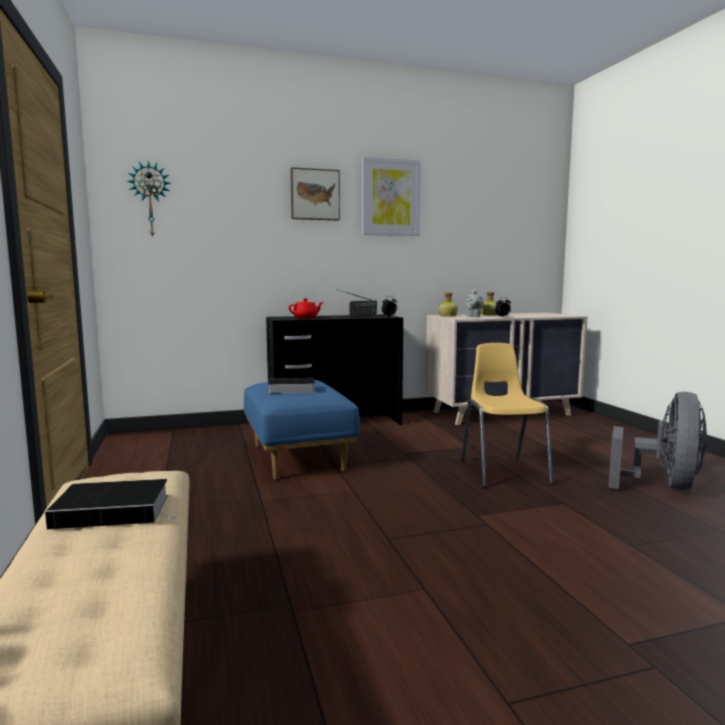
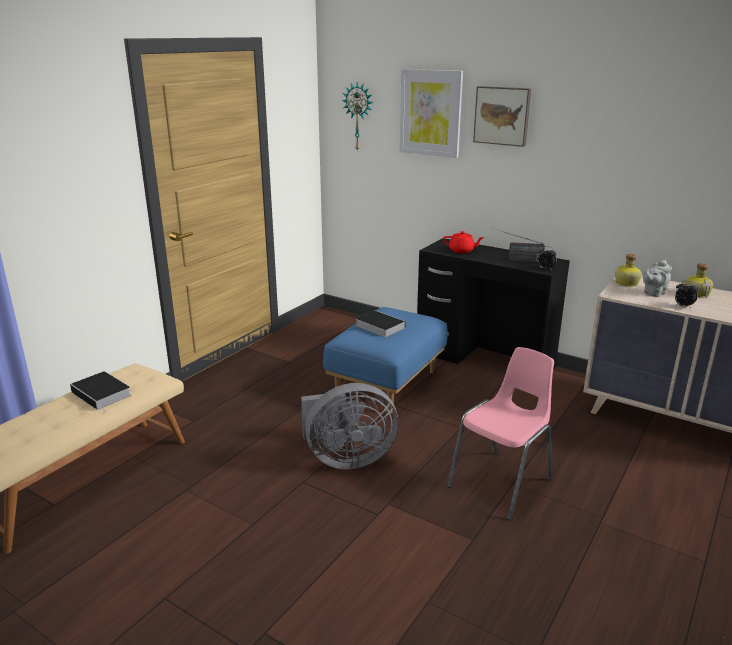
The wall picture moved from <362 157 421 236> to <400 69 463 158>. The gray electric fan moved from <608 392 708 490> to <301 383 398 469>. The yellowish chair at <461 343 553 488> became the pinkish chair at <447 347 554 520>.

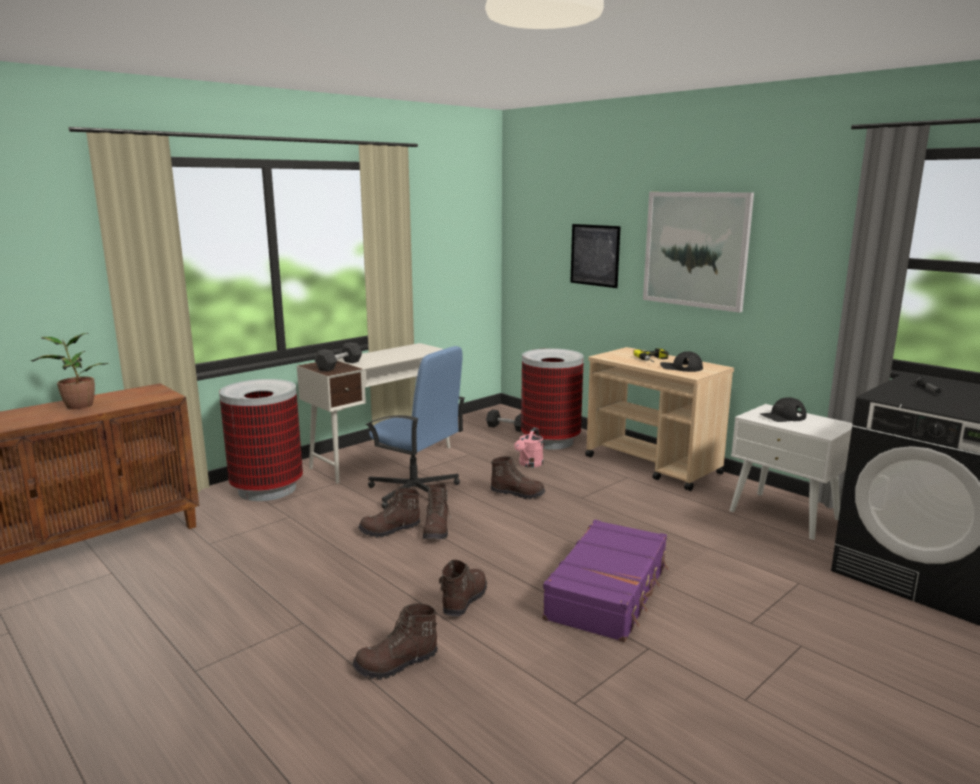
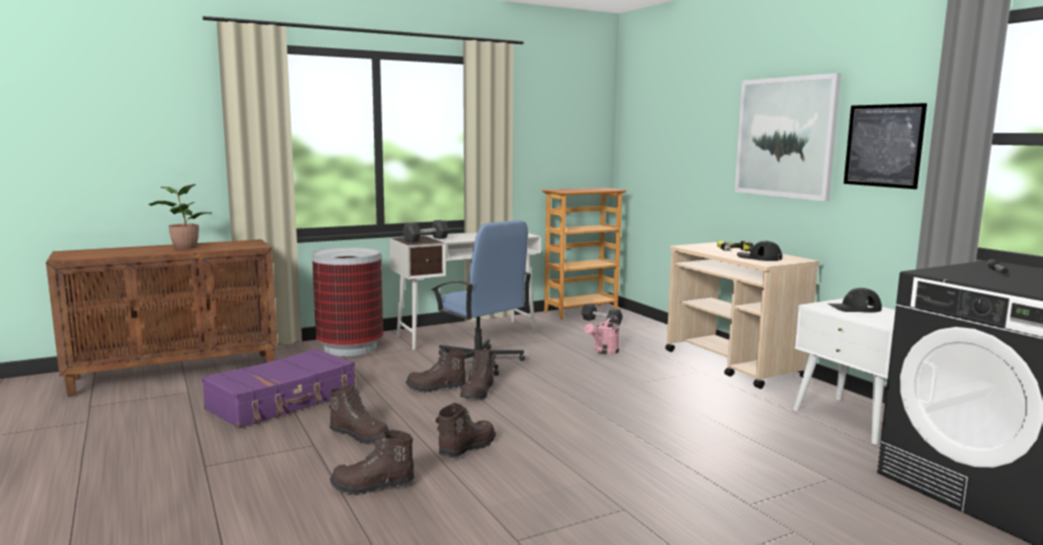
The trash can at <521 348 584 449> disappeared. The bookcase at <542 188 627 320> appeared. The brown-coloured high-top boot moved from <490 456 546 500> to <328 386 389 444>. The purple-coloured piece of luggage moved from <542 520 669 642> to <202 348 355 429>. The wall picture moved from <570 224 621 288> to <844 103 927 189>.

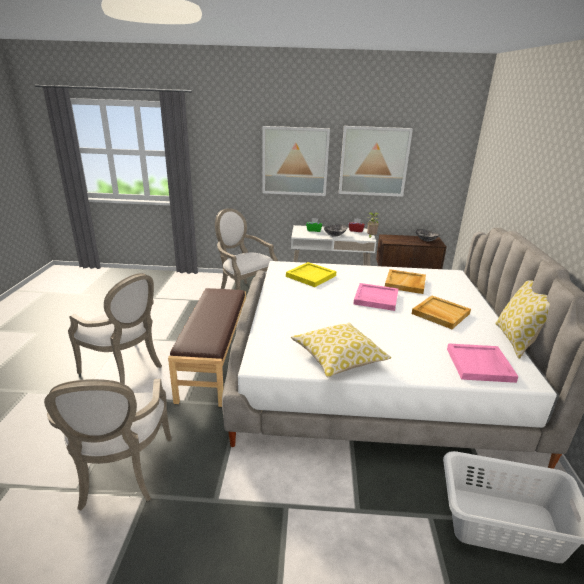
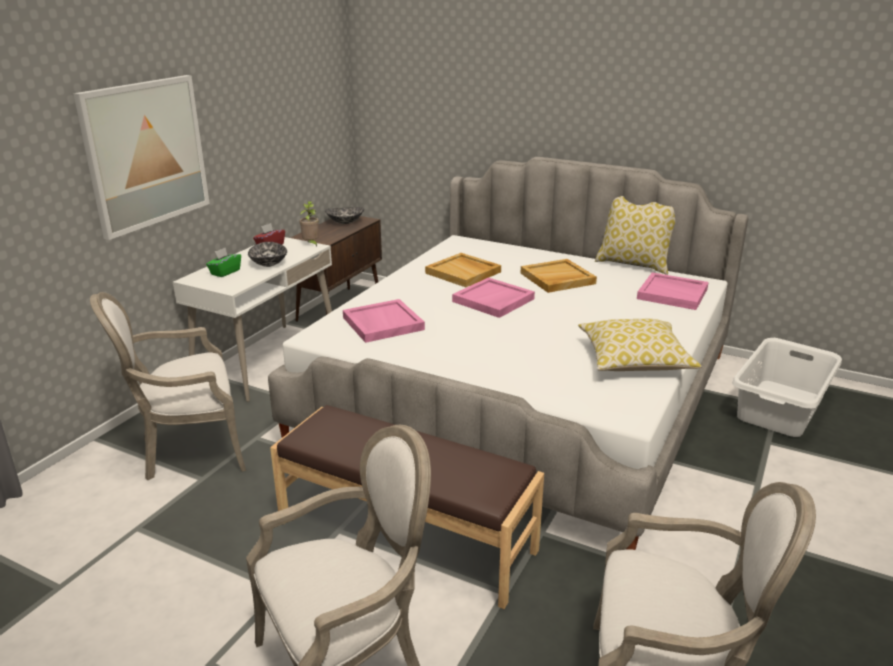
The wall picture at <339 126 413 197> disappeared. The yellowish carrying tray at <286 262 336 287> became the pinkish carrying tray at <343 299 425 343>.

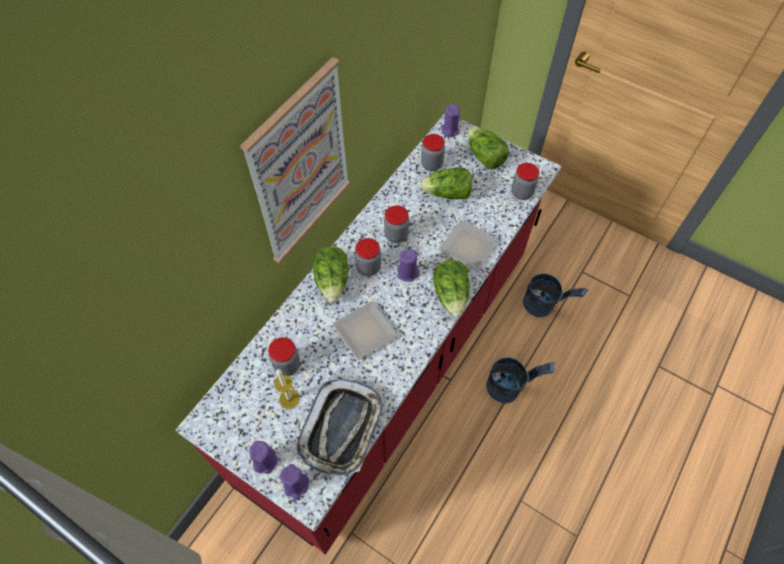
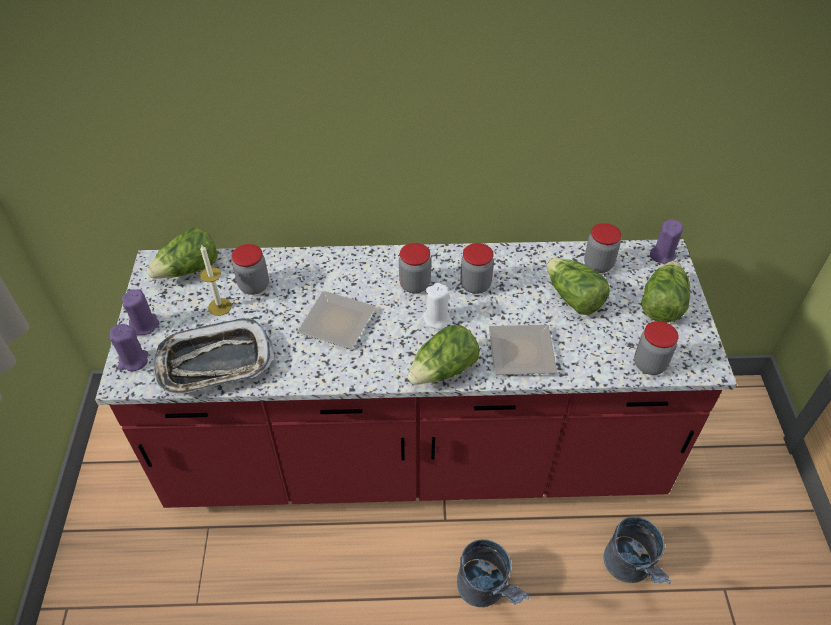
The wall picture at <240 57 350 264> disappeared. The head of lettuce moved from <313 246 349 303> to <147 228 218 279>. The purple-coloured wax light at <397 249 419 282> became the white wax light at <423 283 452 330>.

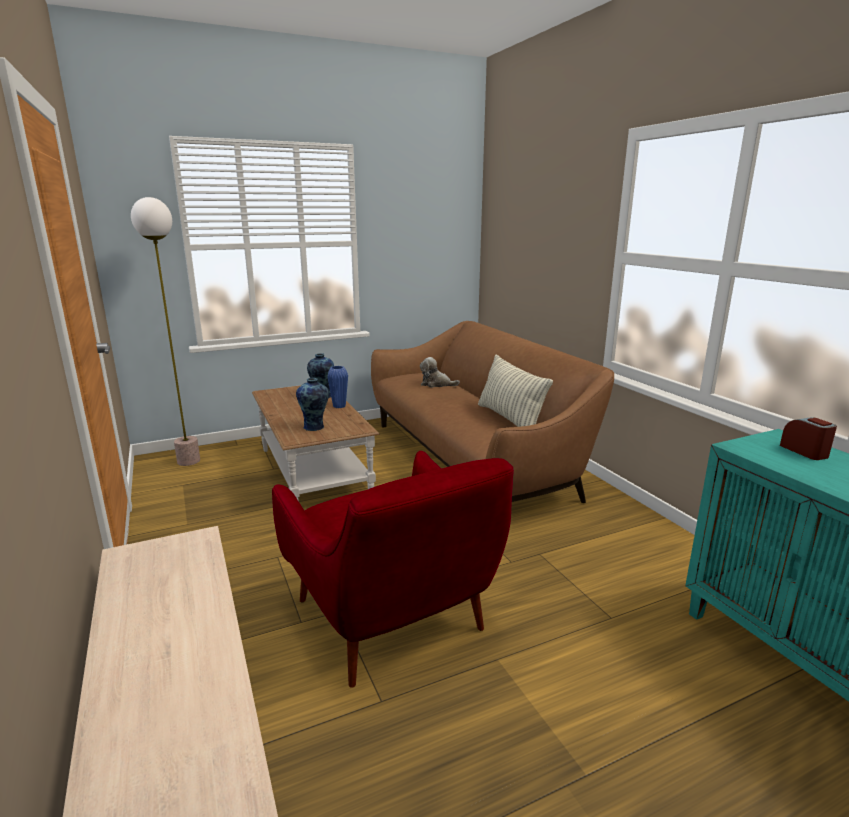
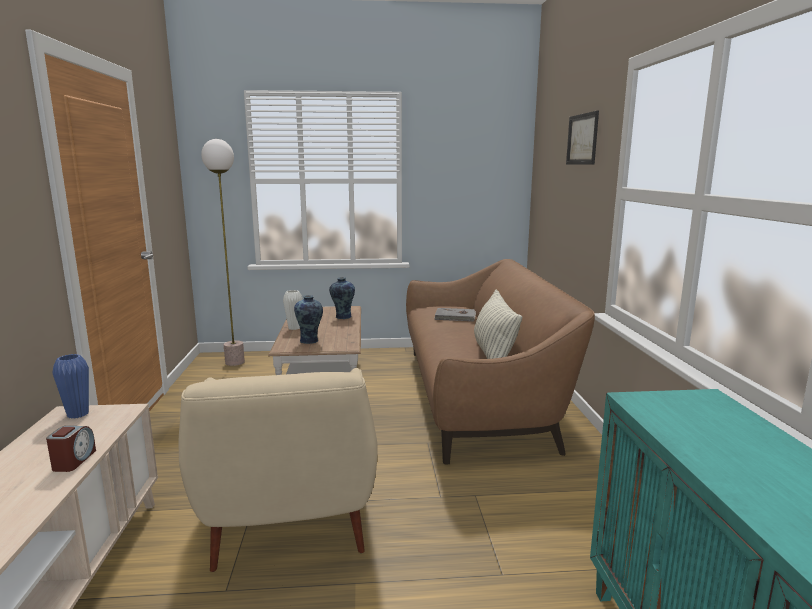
The white vase at <283 290 303 330> appeared. The wall picture at <566 110 599 164> appeared. The bluish vase moved from <327 366 348 408> to <52 354 89 419>. The alarm clock moved from <780 417 837 460> to <46 426 96 472>. The cuddly toy at <420 357 460 387> was replaced by the gray bound book at <434 308 476 321>. The reddish easy chair at <272 451 514 688> became the beige easy chair at <179 368 378 572>.

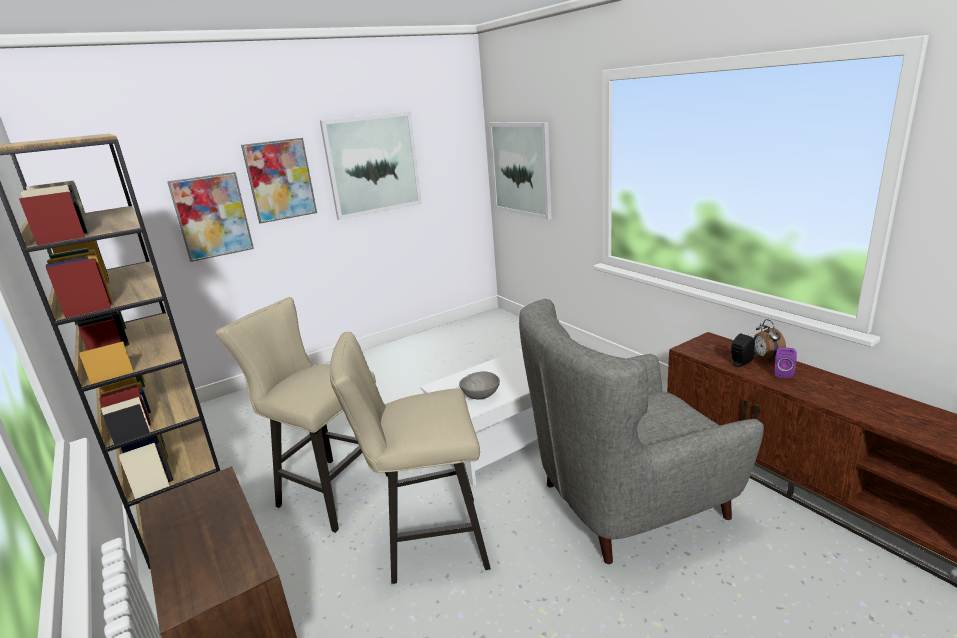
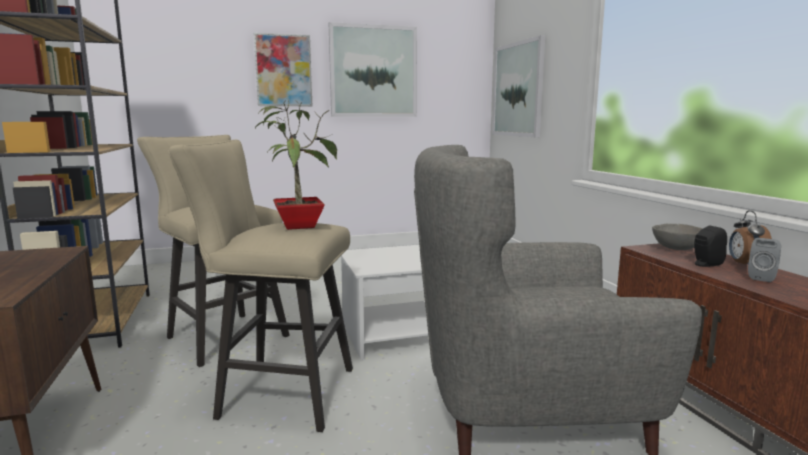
The wall picture at <167 172 254 262> disappeared. The houseplant at <255 100 337 230> appeared. The gray bowl moved from <459 371 500 400> to <652 224 703 250>. The purple-coloured audio speaker at <775 347 797 378> became the gray audio speaker at <748 238 781 282>.

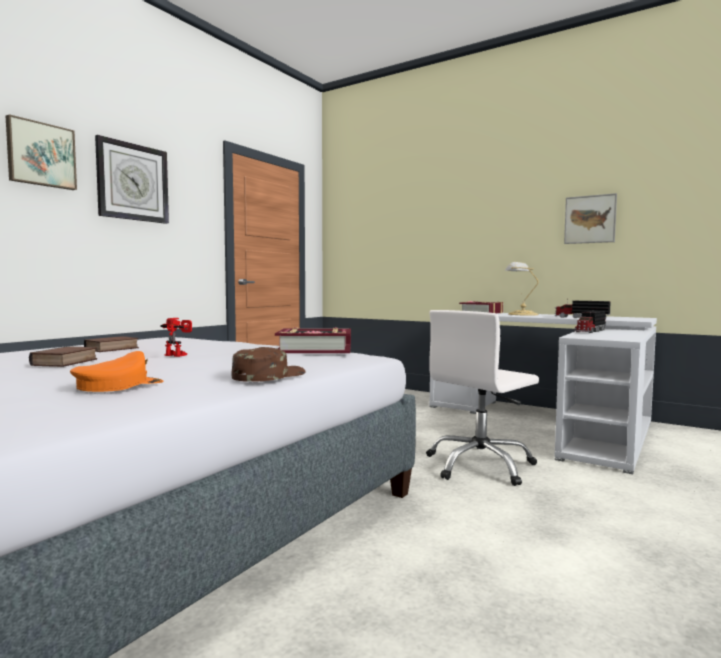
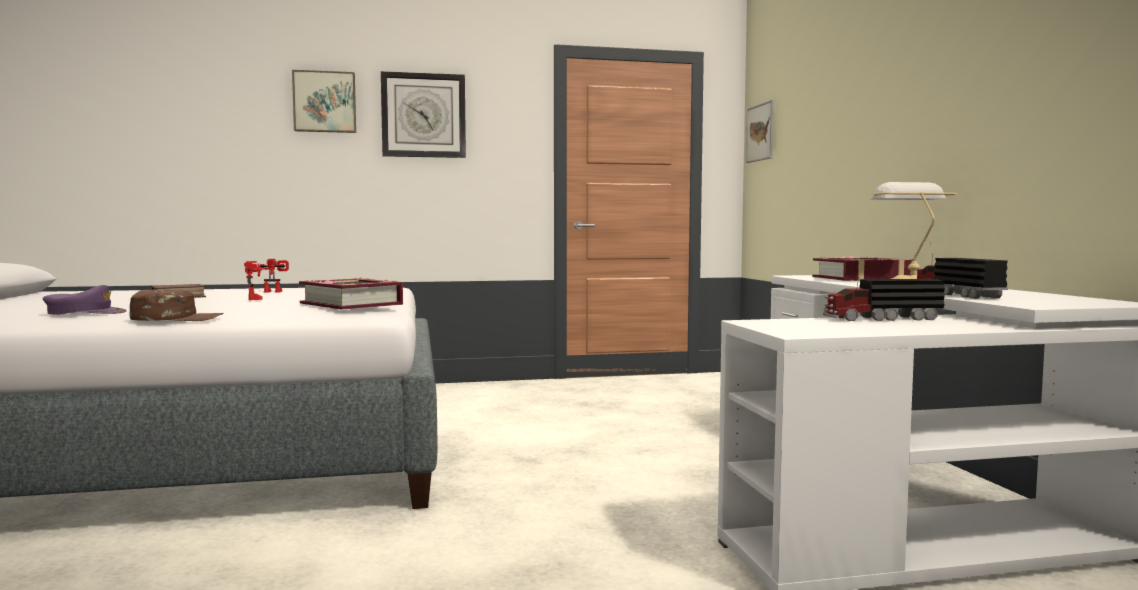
The white office chair at <426 310 539 486> disappeared. The wall picture moved from <564 193 617 244> to <746 100 774 163>. The bound book at <84 336 139 352> was replaced by the robot figure at <260 259 289 293>. The orange peaked cap at <70 351 164 392> became the purple-coloured peaked cap at <43 285 127 315>.

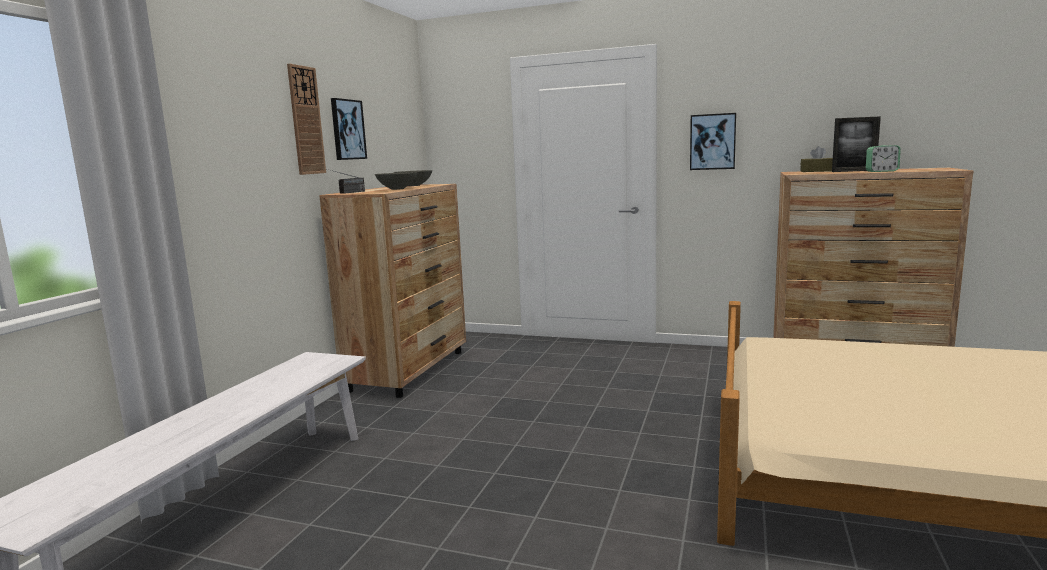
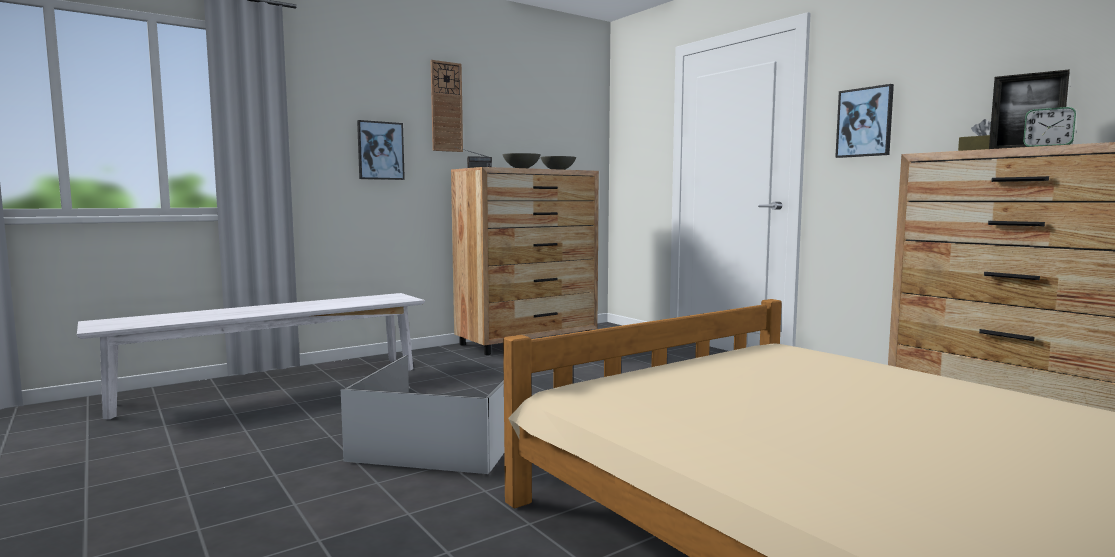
The white storage container at <341 355 504 474> appeared. The wall picture moved from <331 98 367 160> to <357 120 405 180>.

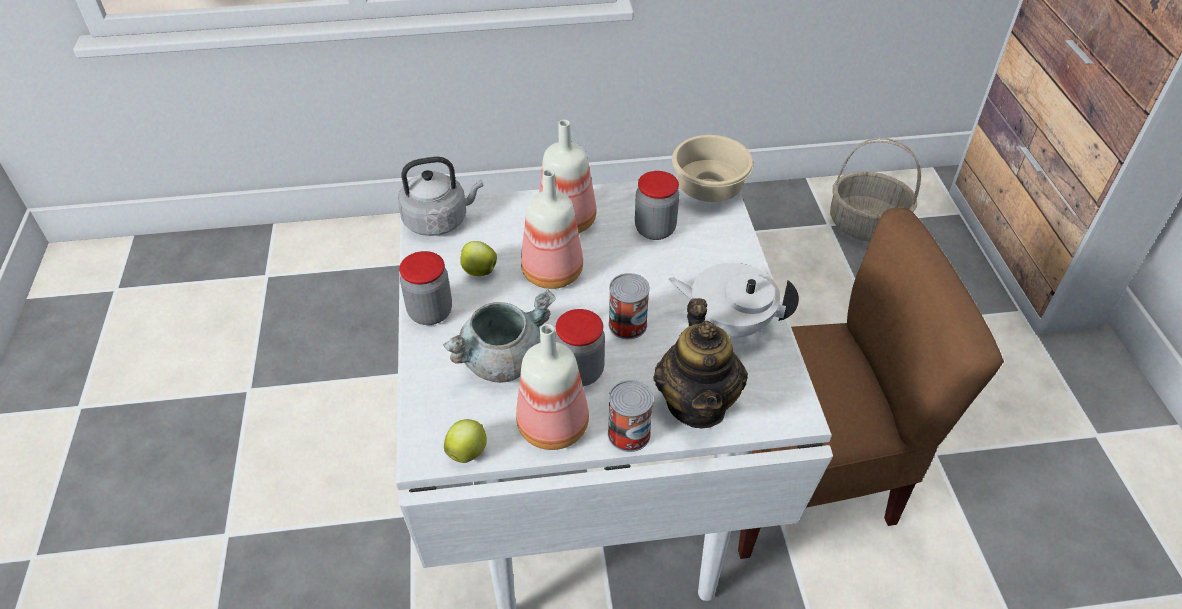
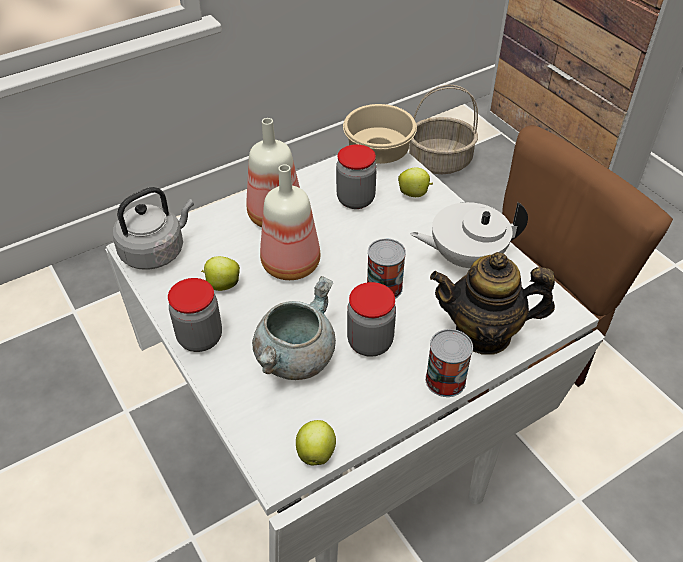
The beverage bottle at <516 324 589 450> disappeared. The apple at <398 167 433 197> appeared. The pot for tea at <653 298 748 429> turned 120 degrees clockwise.

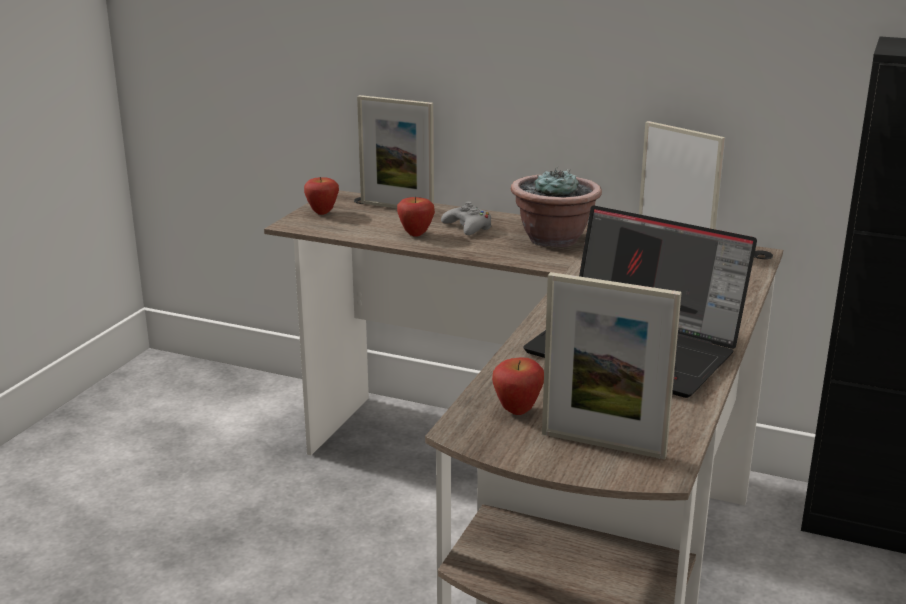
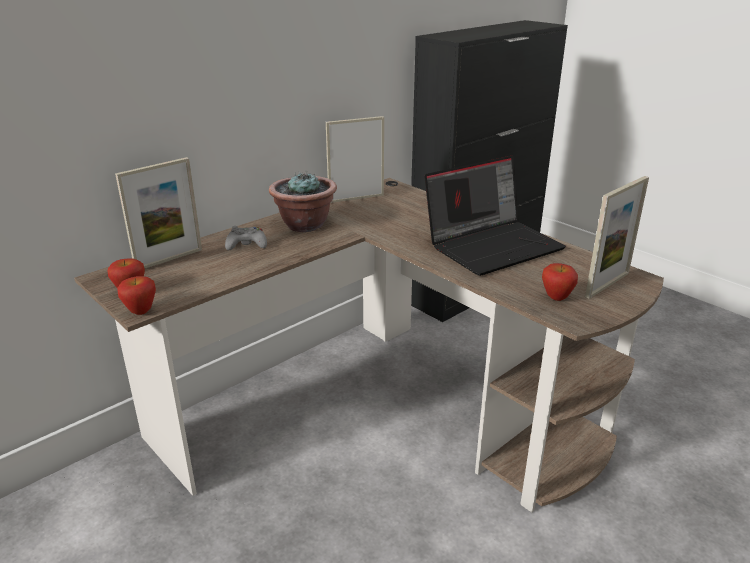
The apple moved from <397 197 435 237> to <117 276 156 315>.

